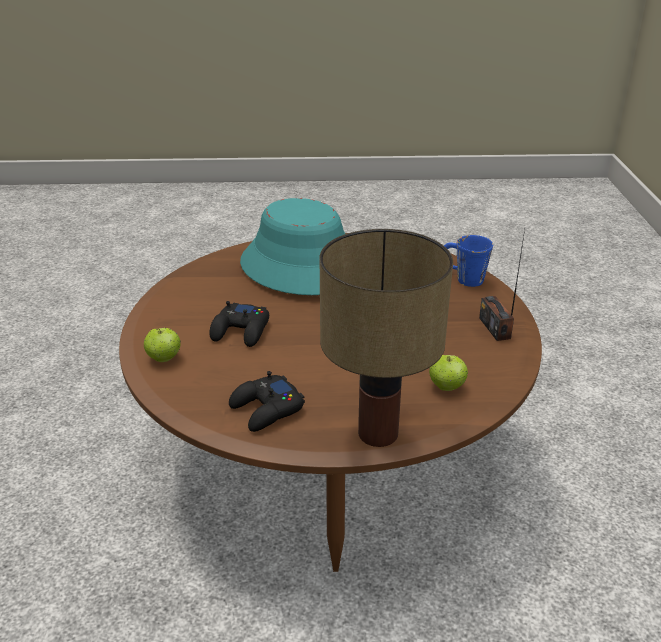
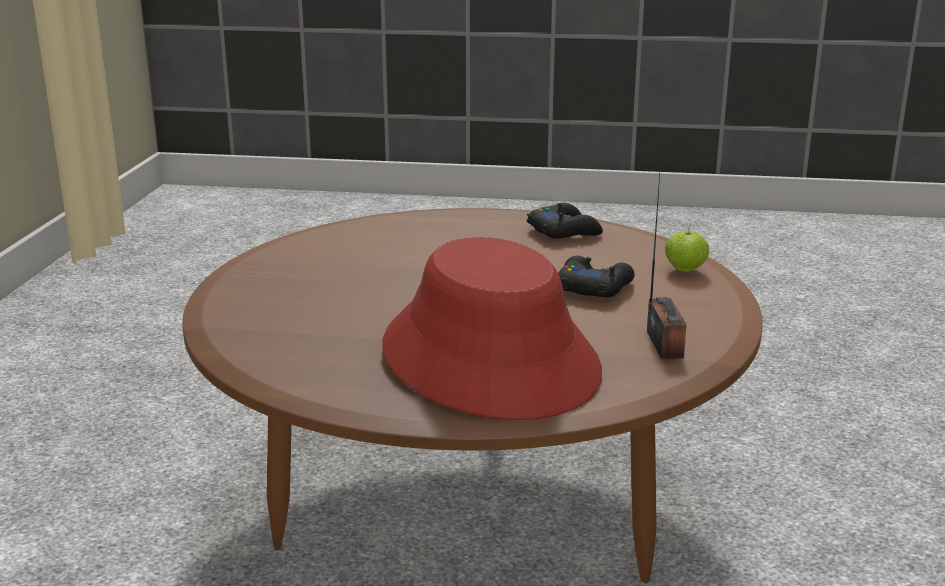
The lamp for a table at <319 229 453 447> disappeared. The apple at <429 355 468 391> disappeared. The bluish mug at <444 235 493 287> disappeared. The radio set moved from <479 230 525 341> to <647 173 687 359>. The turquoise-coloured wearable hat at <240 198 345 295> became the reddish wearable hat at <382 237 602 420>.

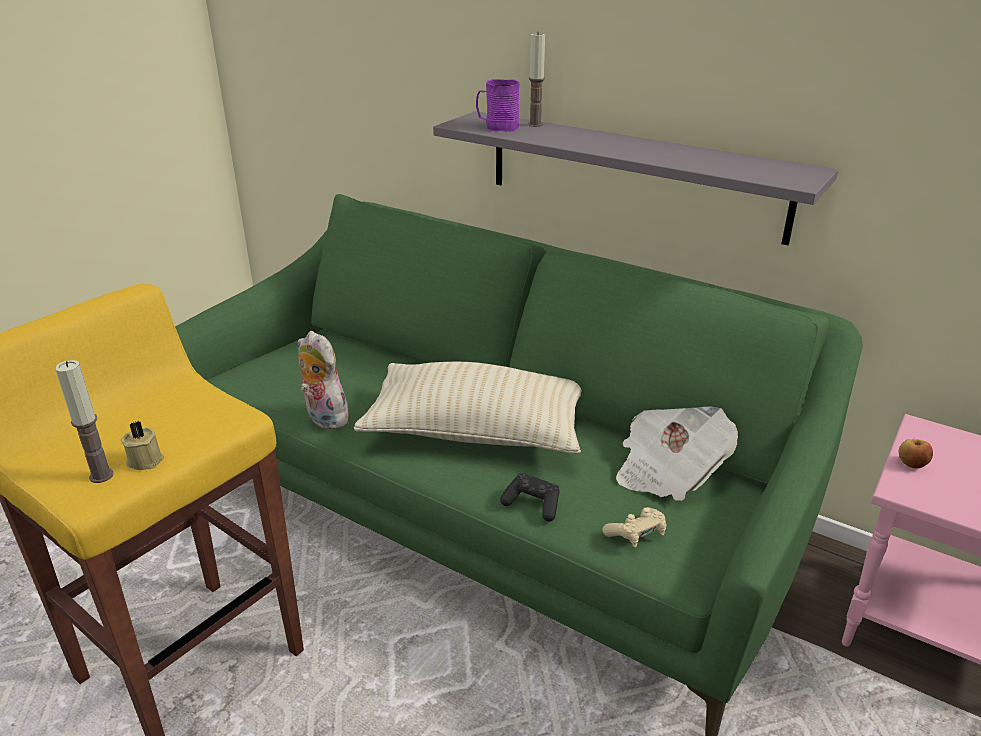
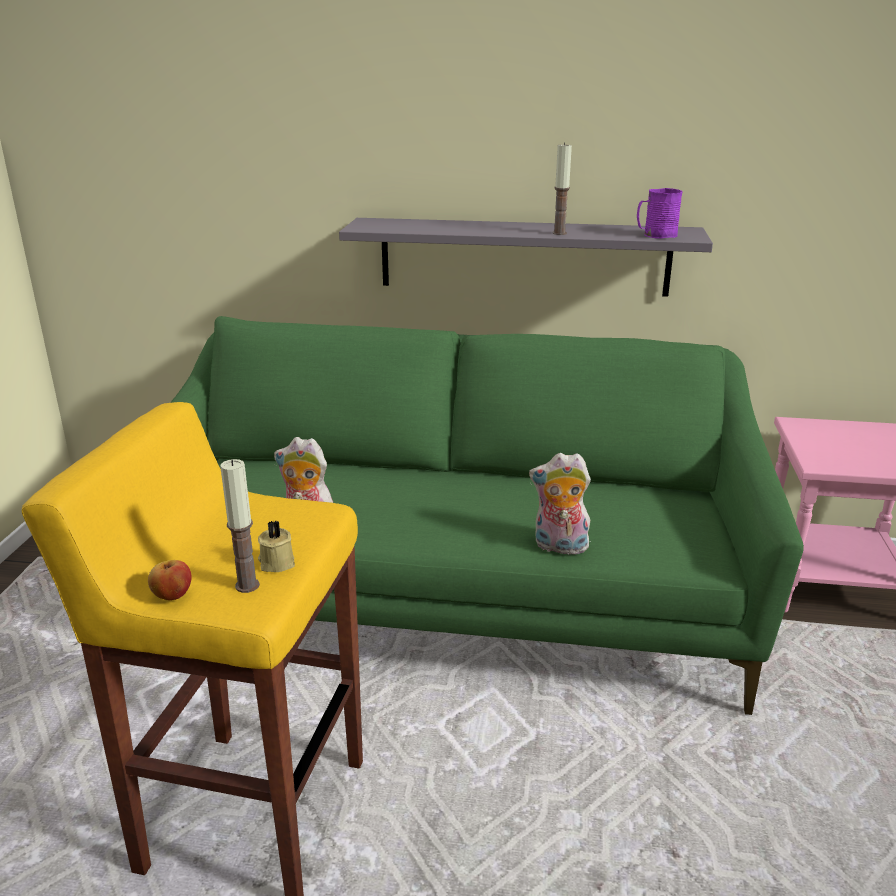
The beige cushion at <354 362 582 454> disappeared. The beige game controller at <602 507 667 547> disappeared. The printed paper at <616 407 738 501> disappeared. The purple-coloured mug moved from <476 79 520 132> to <637 188 683 239>. The wax light moved from <528 33 545 127> to <552 142 572 235>. The apple moved from <899 439 933 468> to <148 560 192 600>. The black game controller at <500 474 560 522> was replaced by the cuddly toy at <529 453 591 555>.

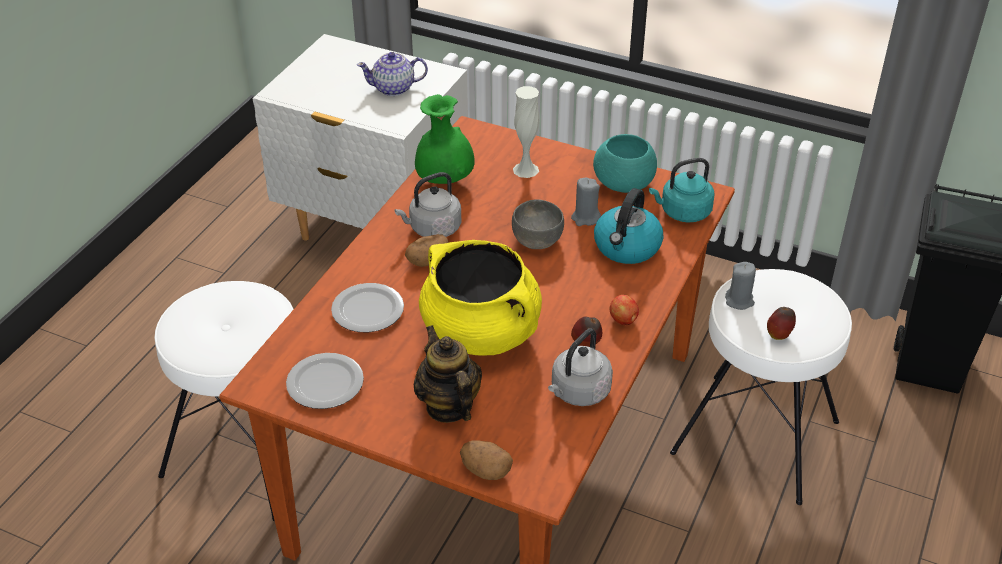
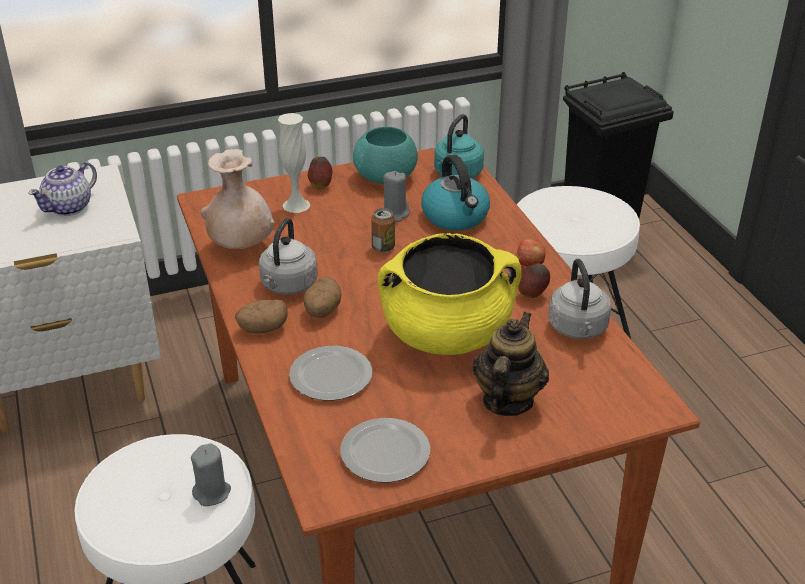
The spud moved from <460 440 513 480> to <235 299 288 333>. The gray wax light moved from <725 262 756 310> to <191 443 231 506>. The apple moved from <767 307 796 340> to <308 157 332 189>. The gray bowl at <512 199 564 249> was replaced by the metal can at <371 208 395 252>. The green-coloured vase at <415 94 475 184> became the beige vase at <201 149 275 249>. The pot for tea at <414 325 482 423> turned 90 degrees clockwise.

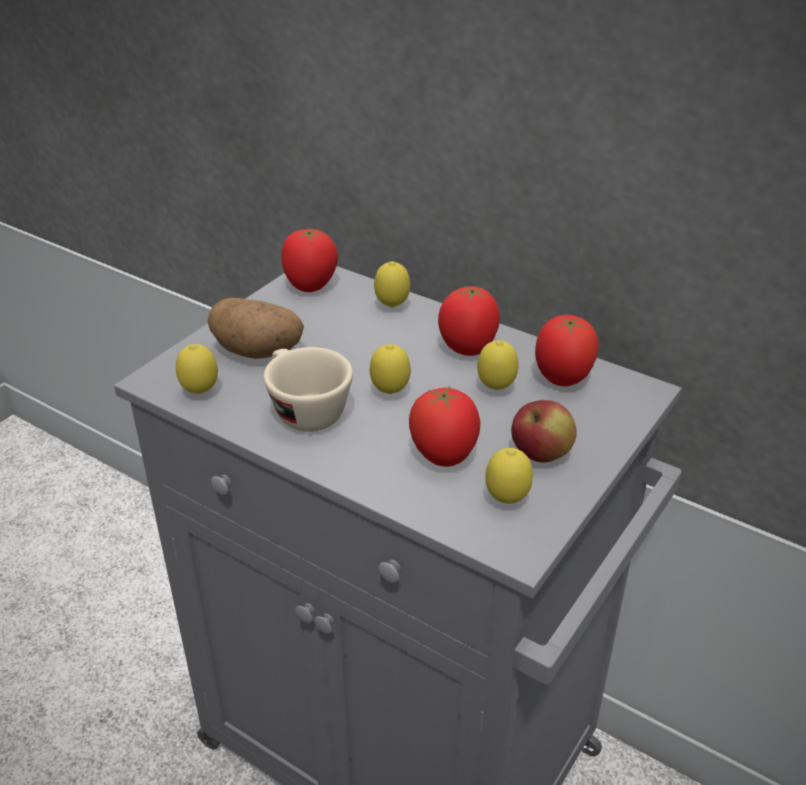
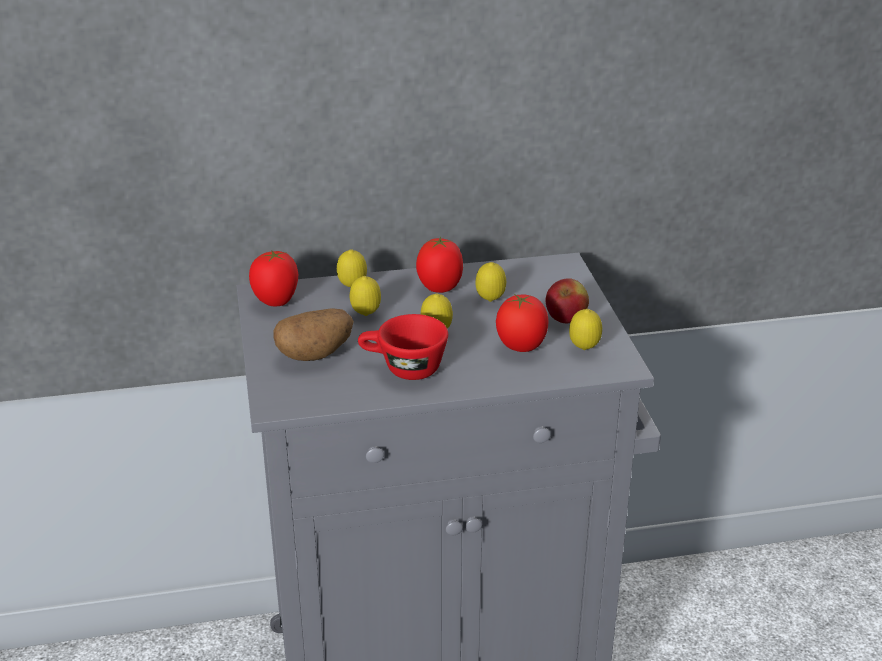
The whole tomato at <535 315 599 386> disappeared. The citrus fruit moved from <176 344 218 394> to <350 276 381 316>. The beige small cup at <263 347 353 432> became the reddish small cup at <358 314 448 380>.

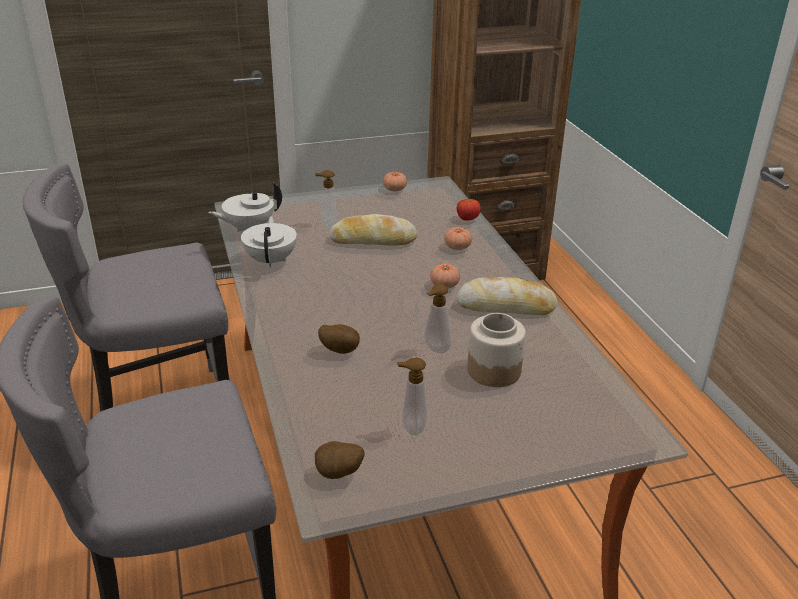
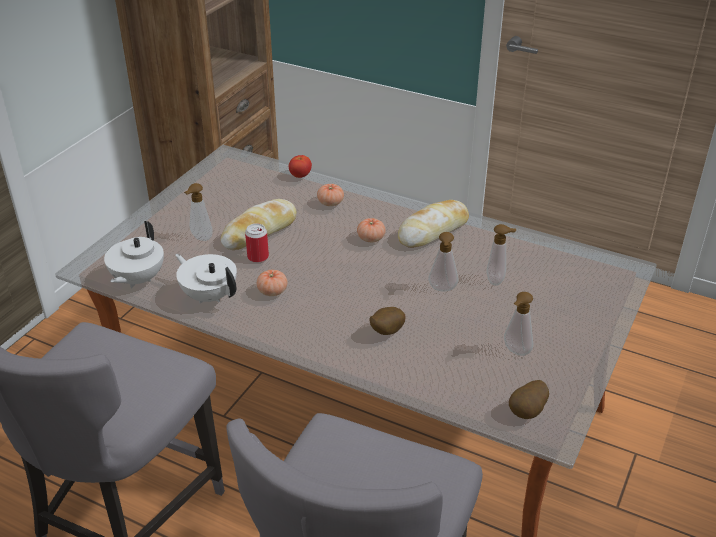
The metal can at <245 223 269 263> appeared. The whole tomato moved from <383 172 407 192> to <257 270 287 296>. The preserve jar at <467 313 526 387> was replaced by the liquid soap bottle at <487 224 516 286>.

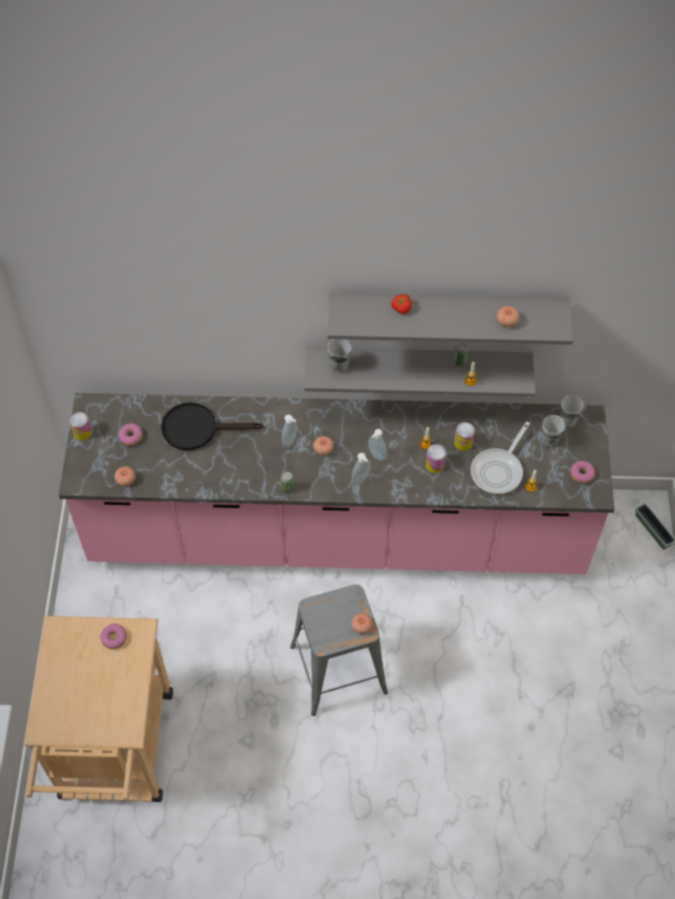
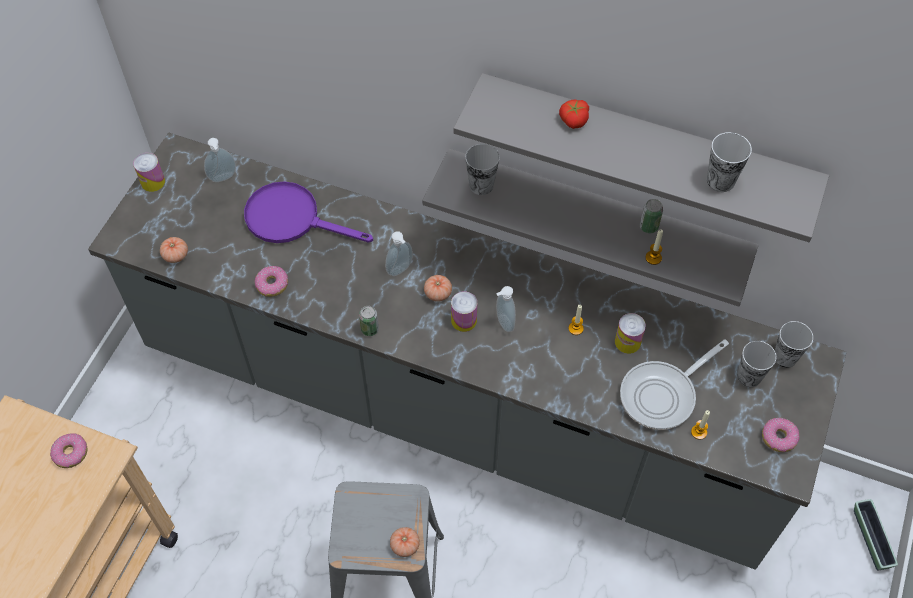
The doughnut moved from <118 423 143 446> to <255 266 288 297>. The liquid soap bottle moved from <352 453 371 484> to <204 138 236 182>. The metal can moved from <426 444 446 473> to <451 292 477 332>. The whole tomato at <497 306 519 327> was replaced by the small cup at <707 132 752 192>. The pinkish kitchen counter at <59 393 615 574> became the gray kitchen counter at <88 133 847 570>. The black skillet at <161 403 263 450> became the purple-coloured skillet at <244 181 373 243>.

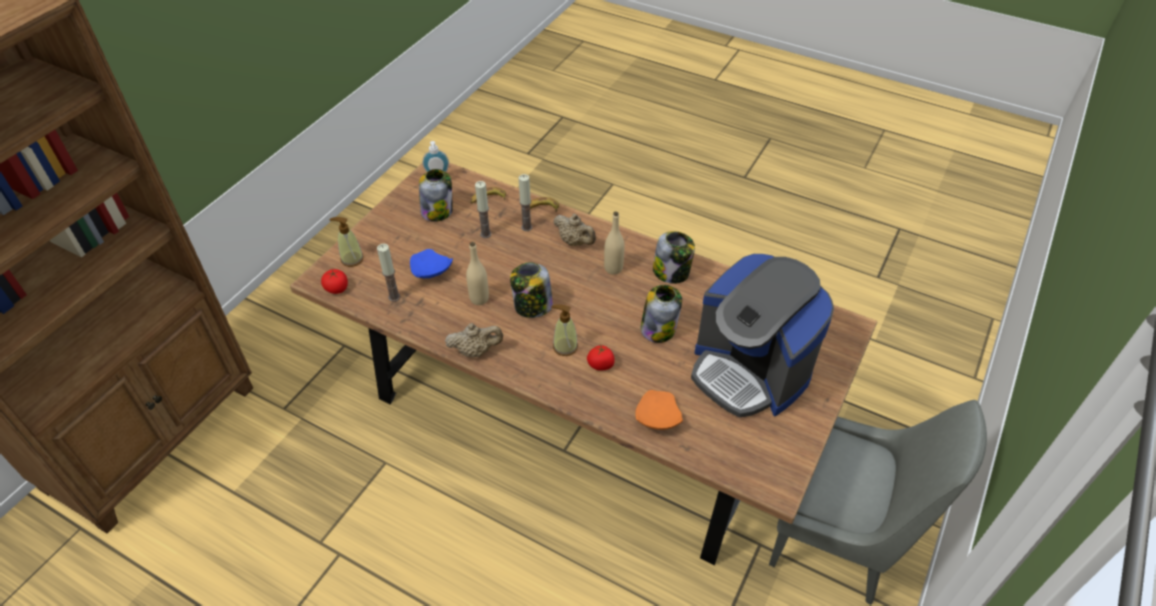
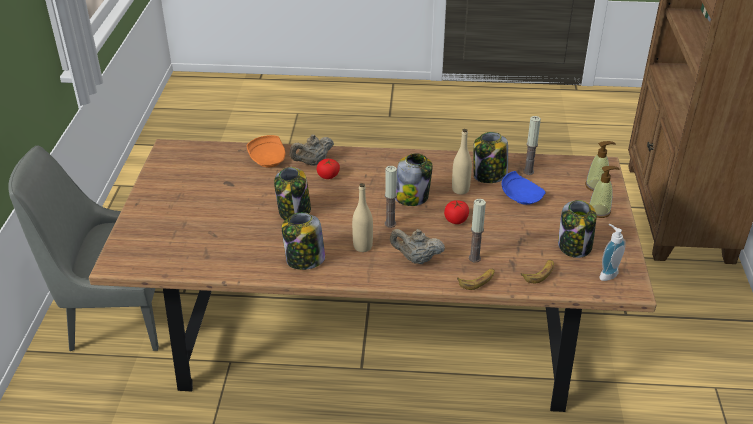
The coffee maker at <691 254 834 417> disappeared. The preserve jar at <473 132 508 183> appeared. The whole tomato moved from <321 269 348 294> to <444 200 469 224>. The beige pot for tea moved from <445 323 503 357> to <290 134 334 166>. The wax light moved from <475 181 491 238> to <385 166 397 228>. The liquid soap bottle moved from <551 304 578 356> to <590 166 620 218>.

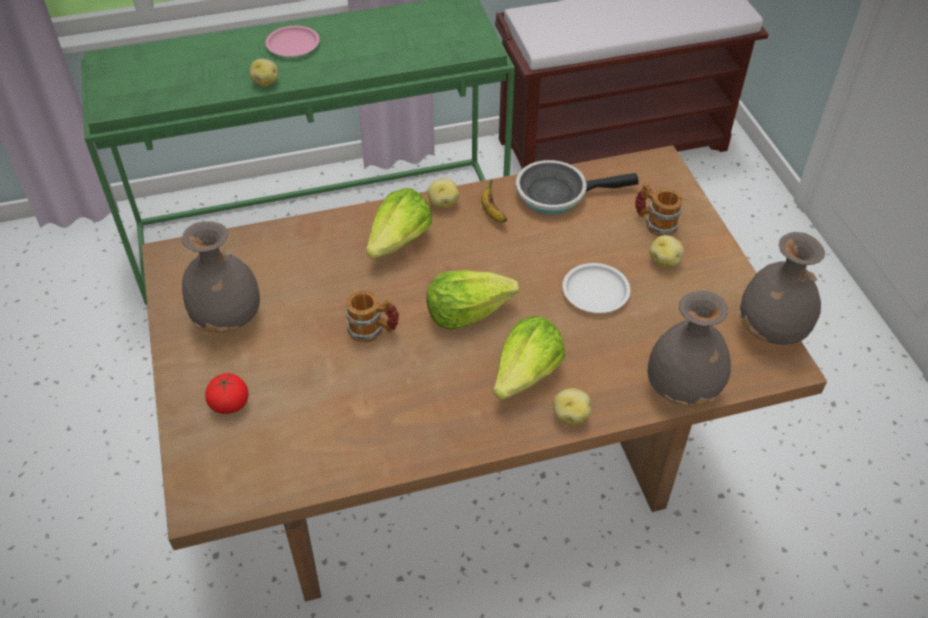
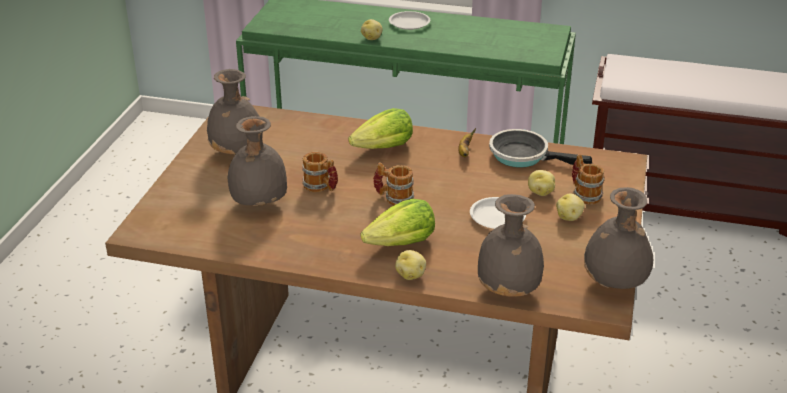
The whole tomato at <205 373 248 414> disappeared. The gray vase at <227 116 287 206> appeared. The spud moved from <426 179 460 208> to <528 170 555 196>. The head of lettuce at <427 270 519 330> was replaced by the mug at <373 163 414 205>. The pinkish plate at <266 26 320 57> became the white plate at <389 11 430 30>.

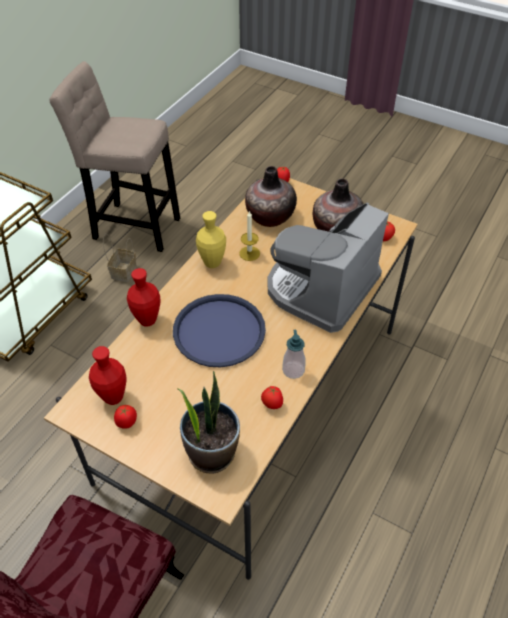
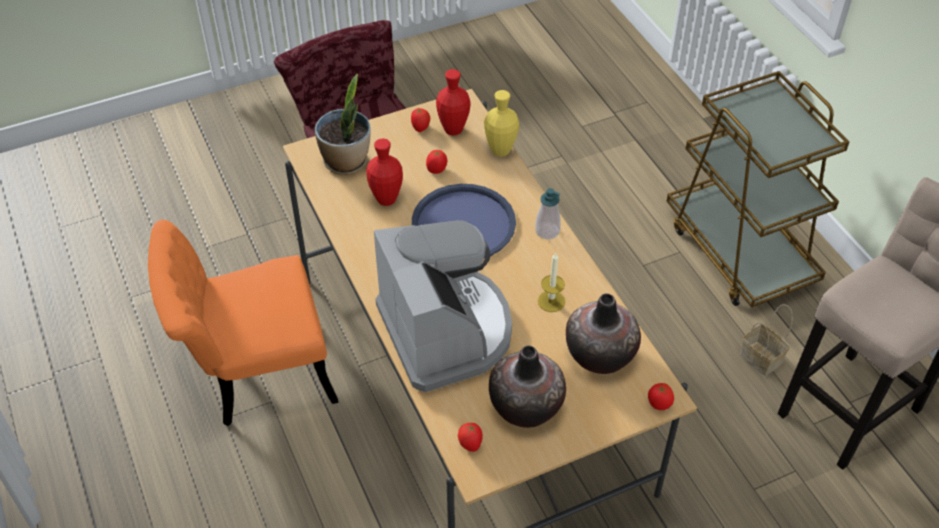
The orange chair at <148 220 338 426> appeared. The reddish vase moved from <127 268 161 327> to <366 138 403 206>. The yellowish vase moved from <196 211 226 268> to <484 90 519 157>. The whole tomato moved from <261 386 283 409> to <426 150 447 174>. The liquid soap bottle moved from <282 330 306 379> to <535 188 560 239>.

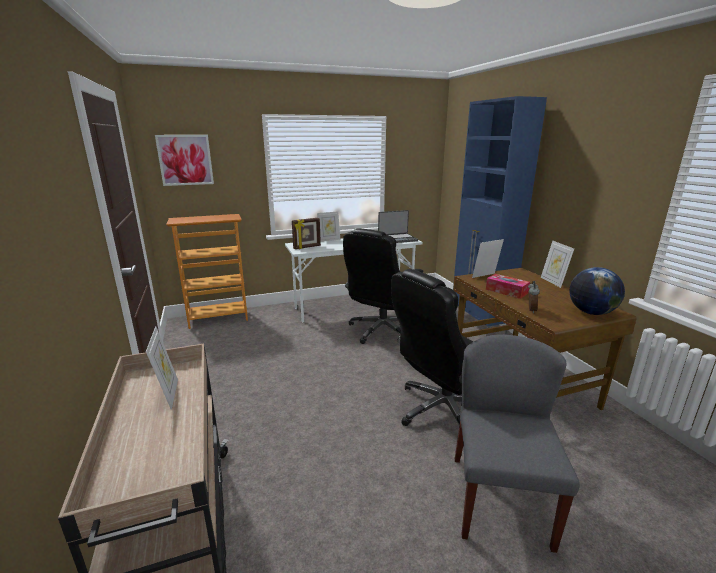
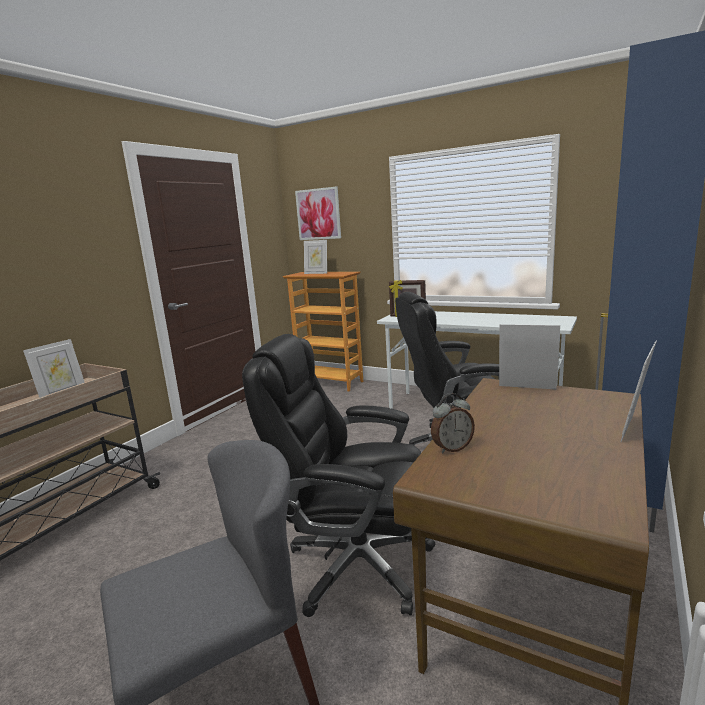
The laptop at <378 210 418 243> disappeared. The tissue holder at <486 274 530 299> disappeared. The world globe at <569 267 625 315> disappeared. The photo frame moved from <317 211 340 242> to <304 240 327 274>.

